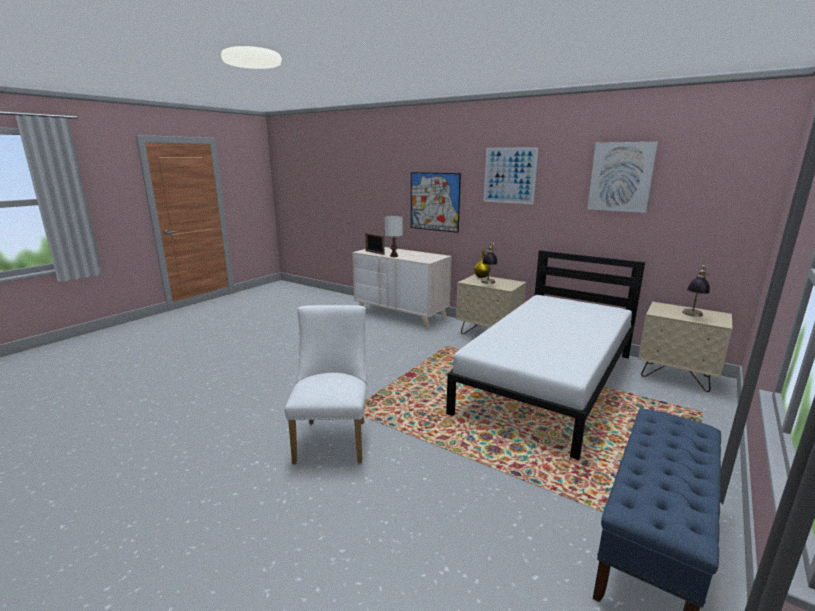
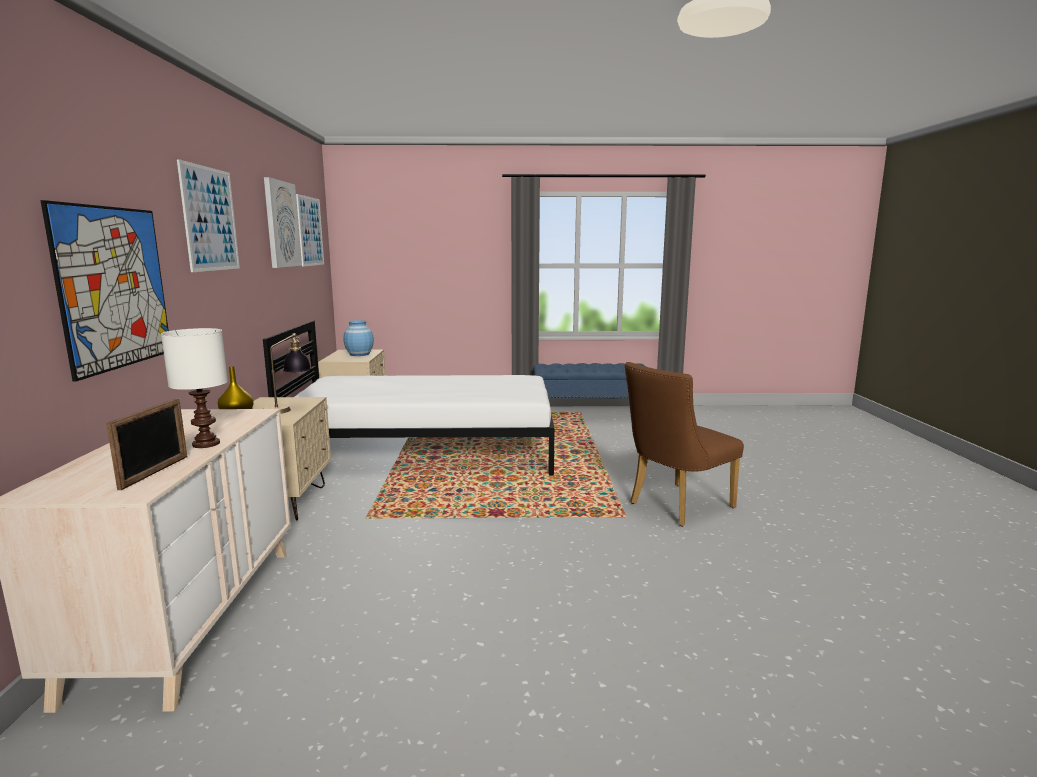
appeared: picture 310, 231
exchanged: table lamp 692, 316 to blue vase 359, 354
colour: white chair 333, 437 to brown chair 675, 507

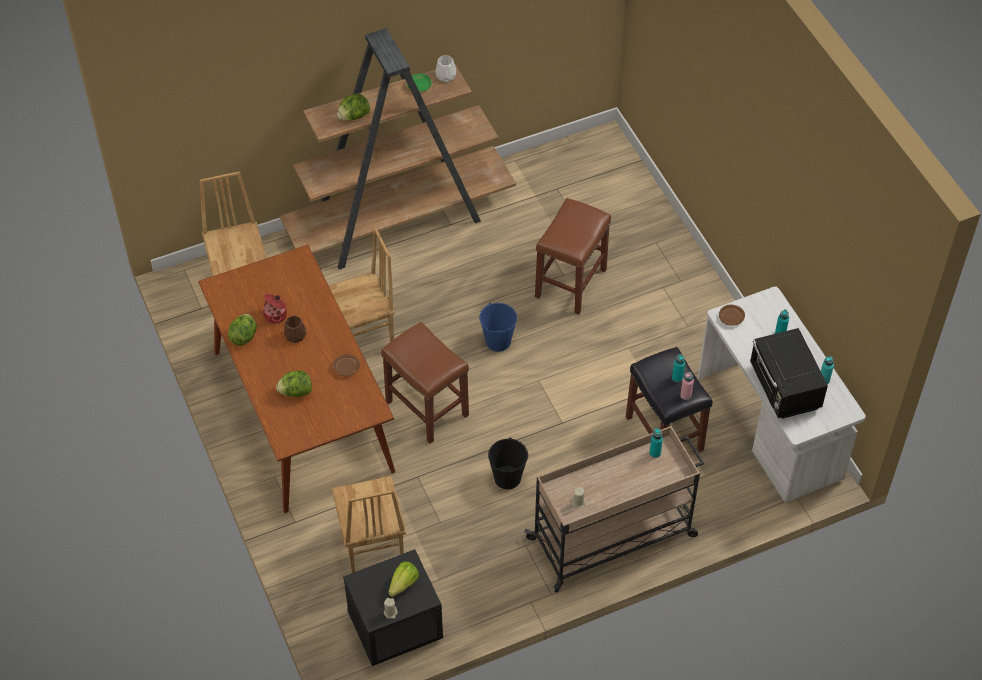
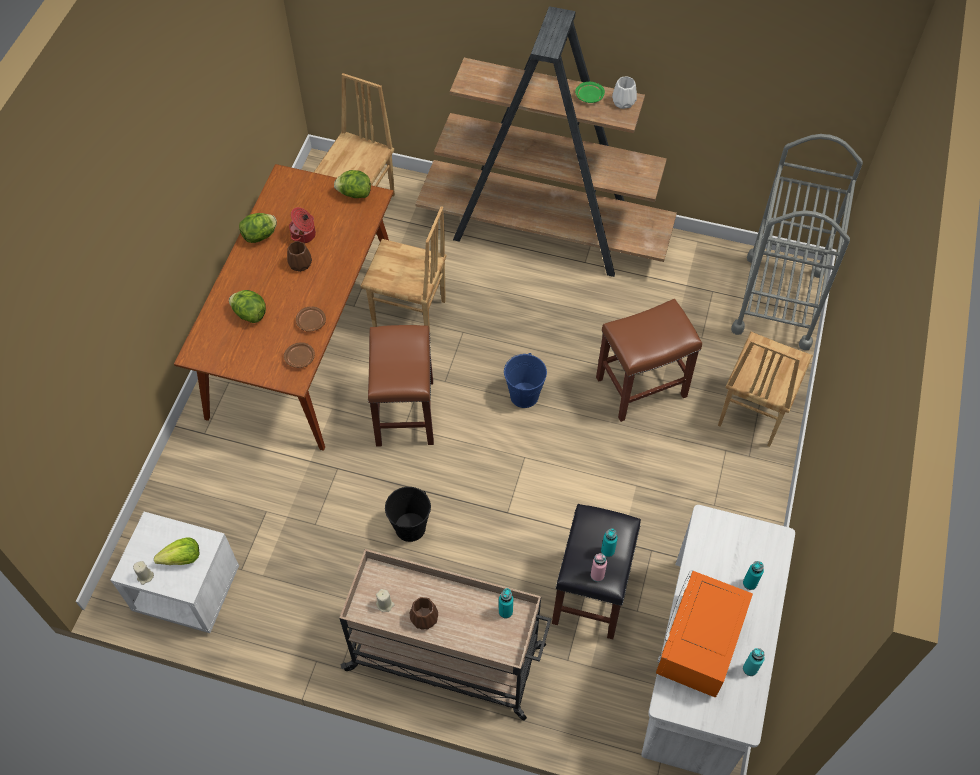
appeared: brown vase 423, 618; grey cart 778, 301
relocated: brown chair 371, 549 to 752, 412; lettuce 354, 116 to 354, 193; brown plate 731, 318 to 300, 358
colour: black nightstand 395, 627 to white nightstand 186, 590; black microwave 784, 389 to orange microwave 697, 646

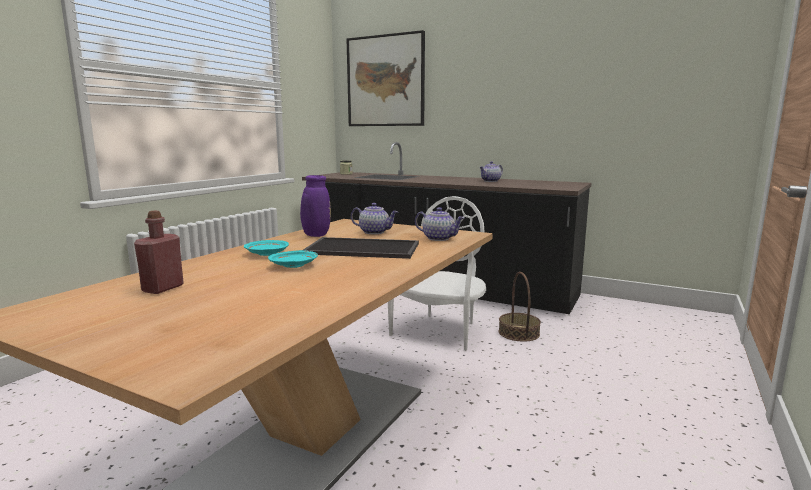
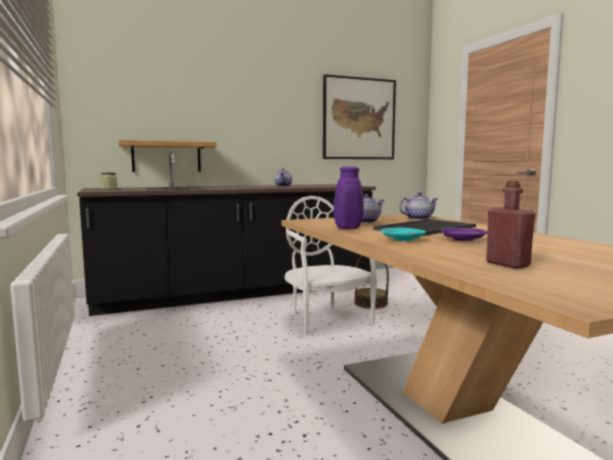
appeared: shelf 166, 157
relocated: picture 385, 81 to 359, 119
colour: turquoise plate 294, 265 to purple plate 463, 240

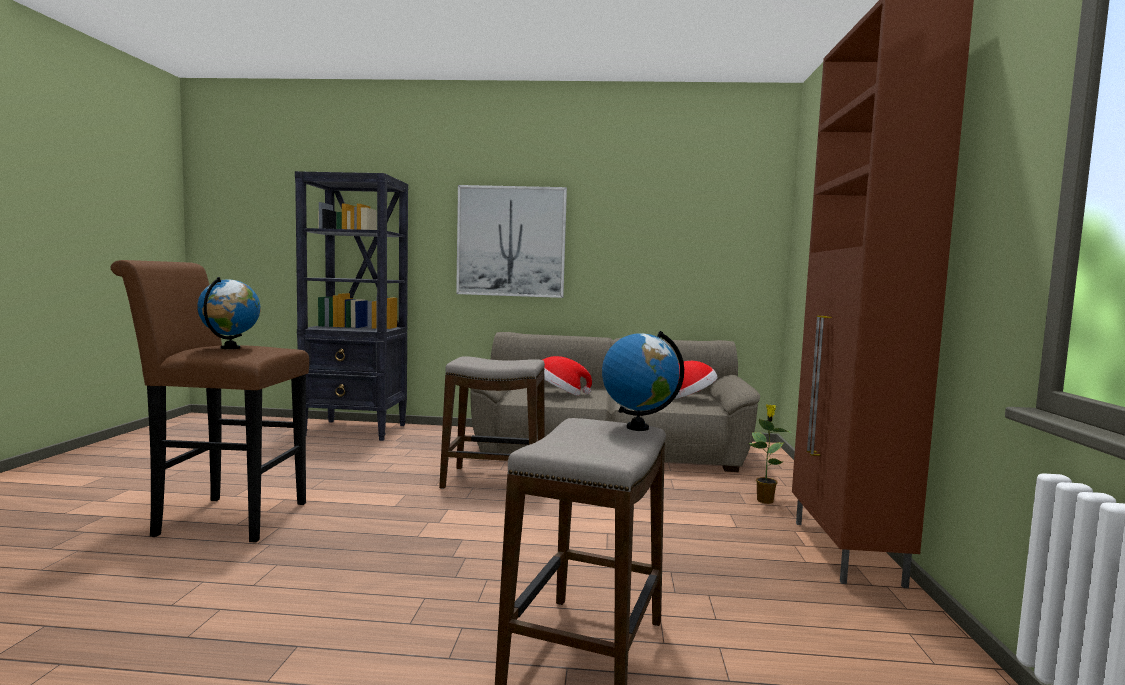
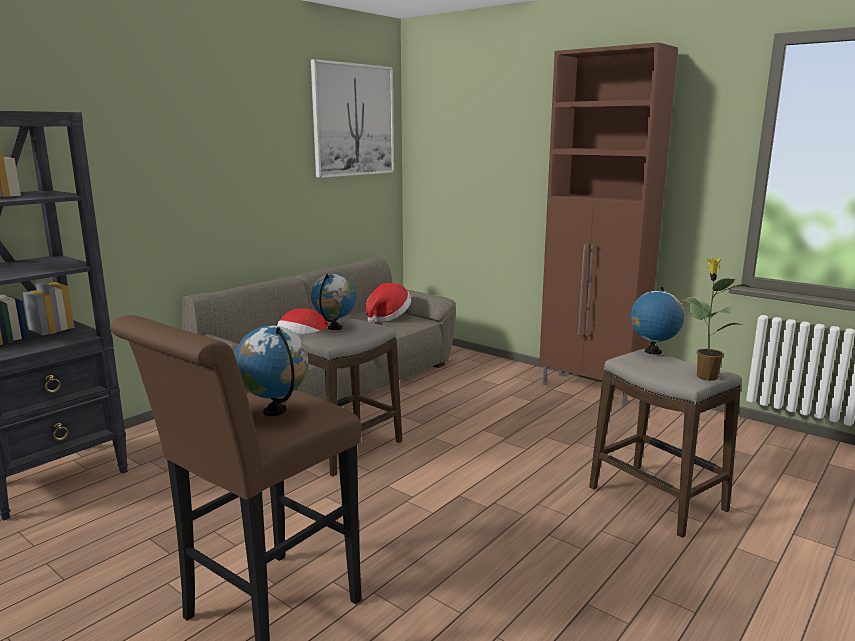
appeared: globe 335, 328
relocated: picture 511, 241 to 353, 120; potted plant 765, 500 to 705, 376

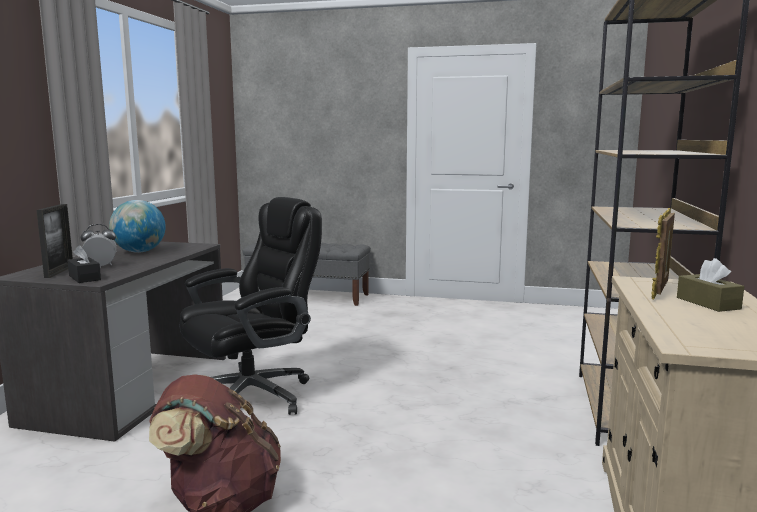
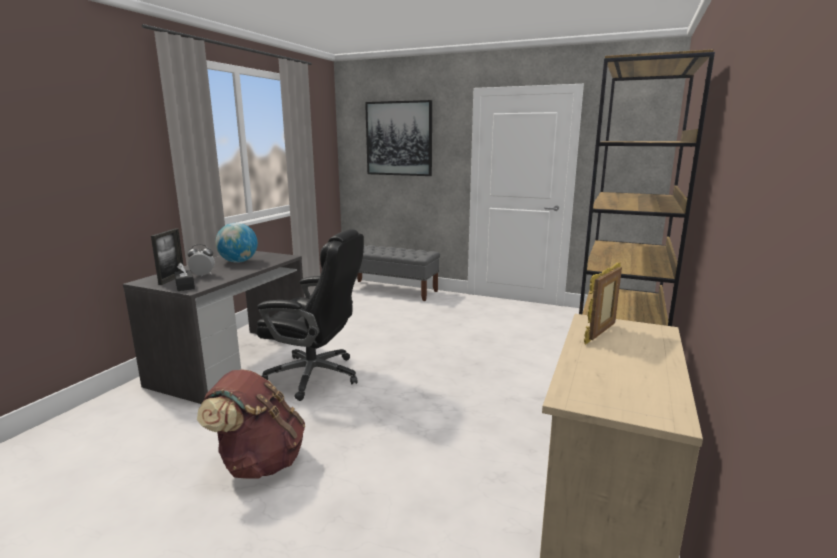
missing: brown tissue box 708, 303
appeared: picture 399, 138
spun: black office chair 253, 395 = 315, 376 45 degrees clockwise

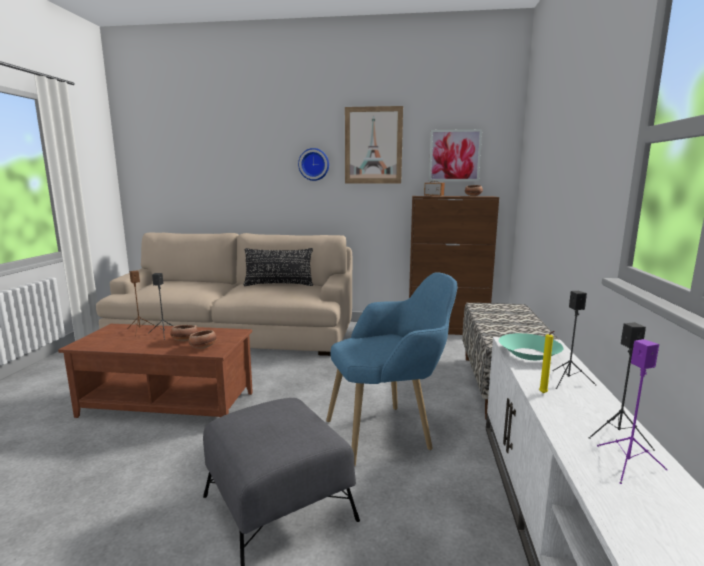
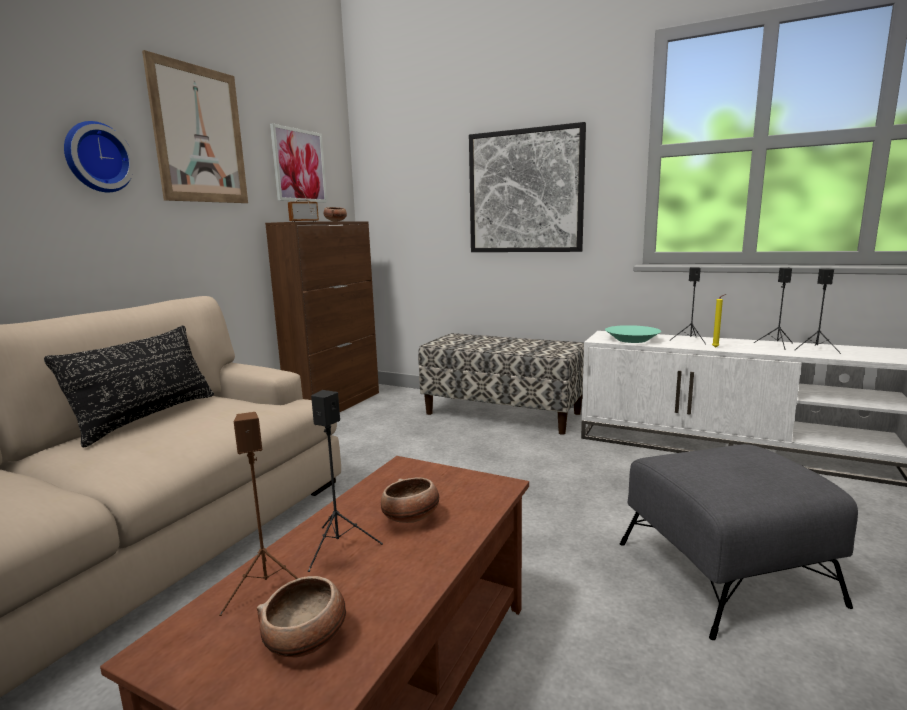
missing: blue armchair 390, 432
appeared: picture 525, 192
relocated: bowl 203, 347 to 307, 640
colour: purple speaker 628, 465 to black speaker 816, 349

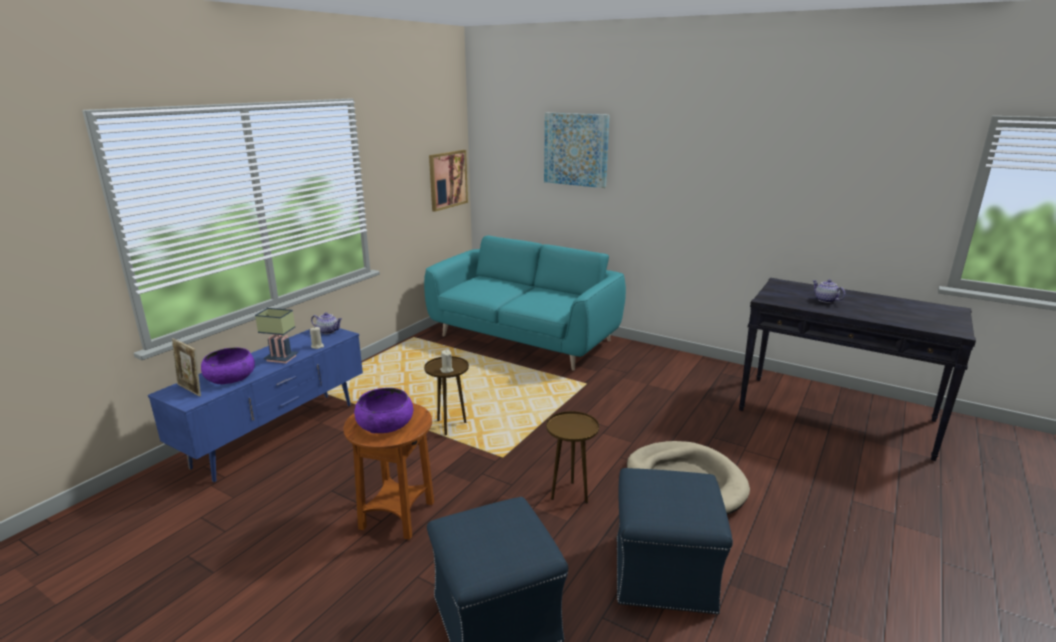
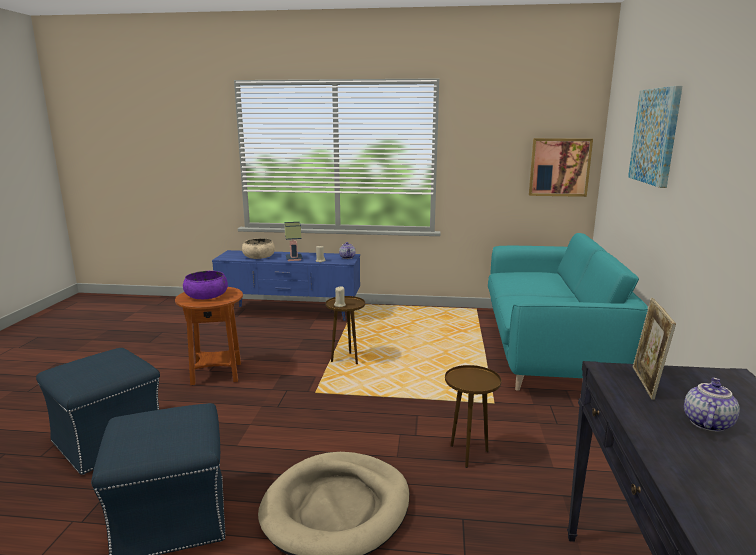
relocated: picture frame 191, 389 to 646, 383; brown side table 570, 494 to 468, 454
colour: purple bowl 230, 377 to beige bowl 259, 256

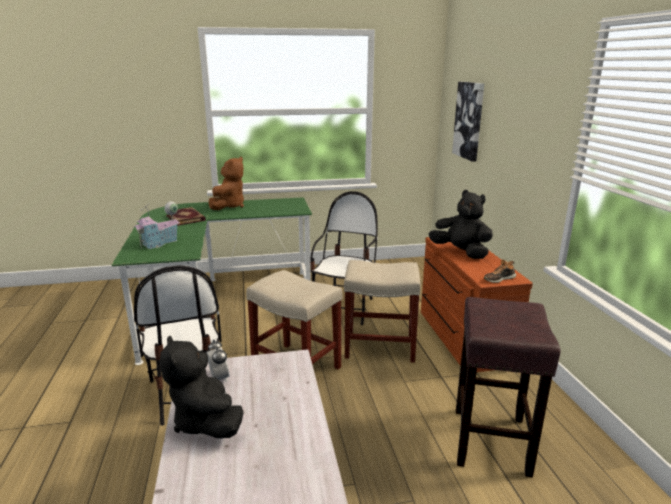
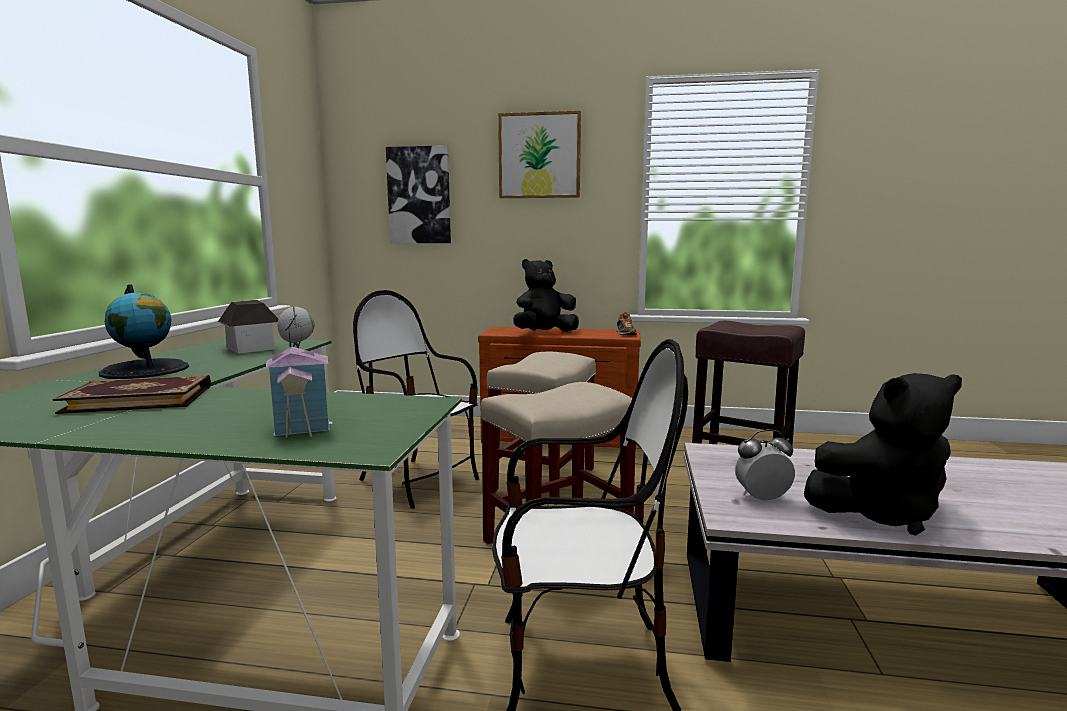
appeared: toy house 251, 348; picture 539, 156
exchanged: brown plush toy 229, 206 to globe 145, 370

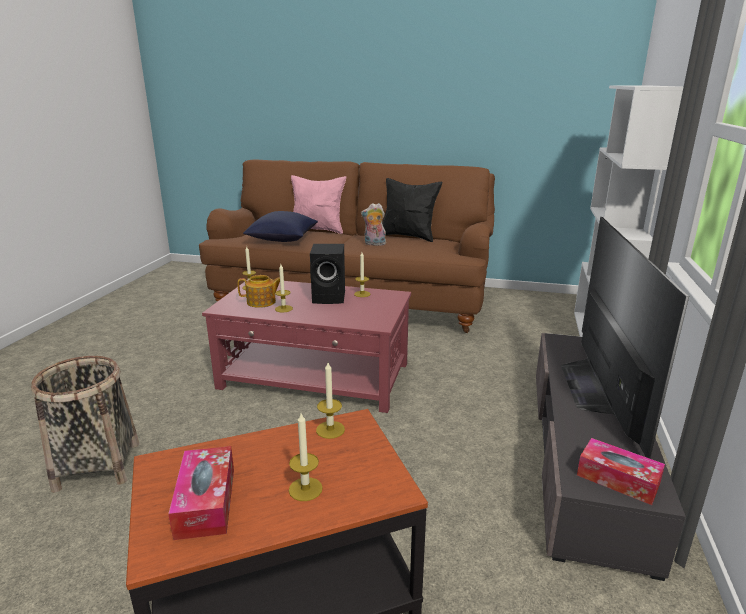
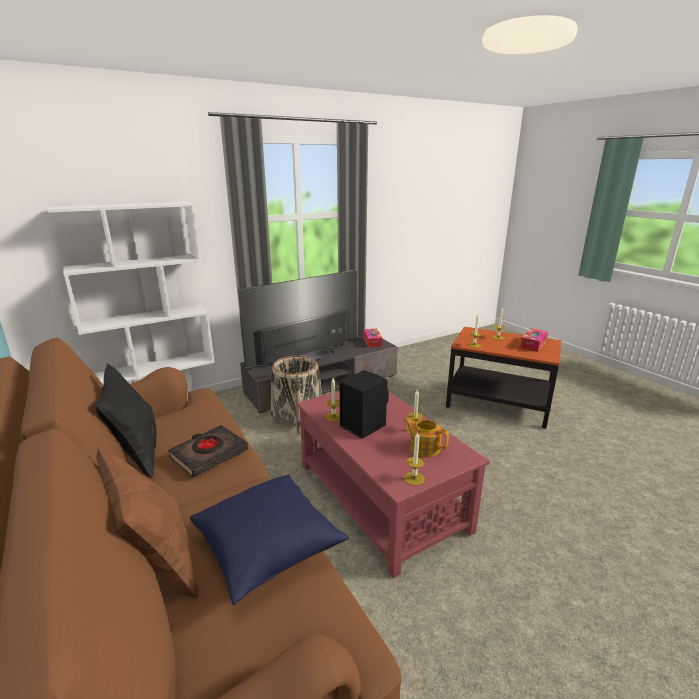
relocated: basket 98, 465 to 297, 420
exchanged: plush toy 374, 244 to black book 209, 454
colour: pink pillow 317, 230 to brown pillow 157, 565

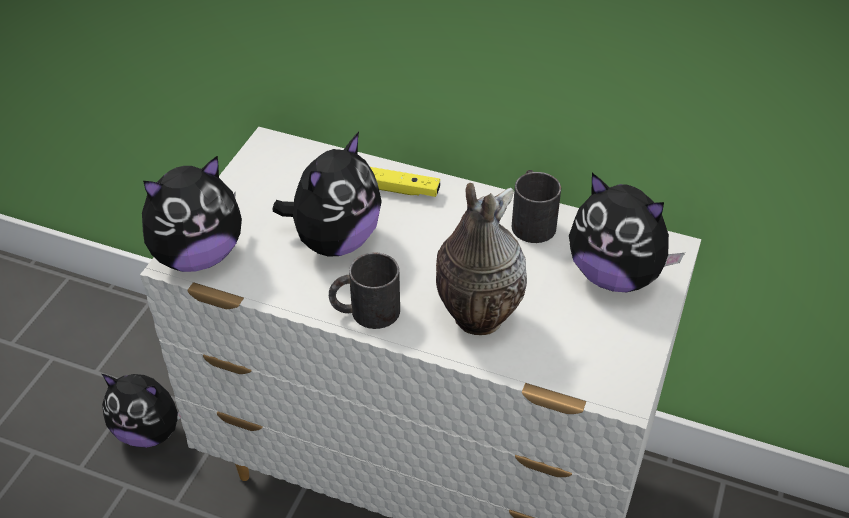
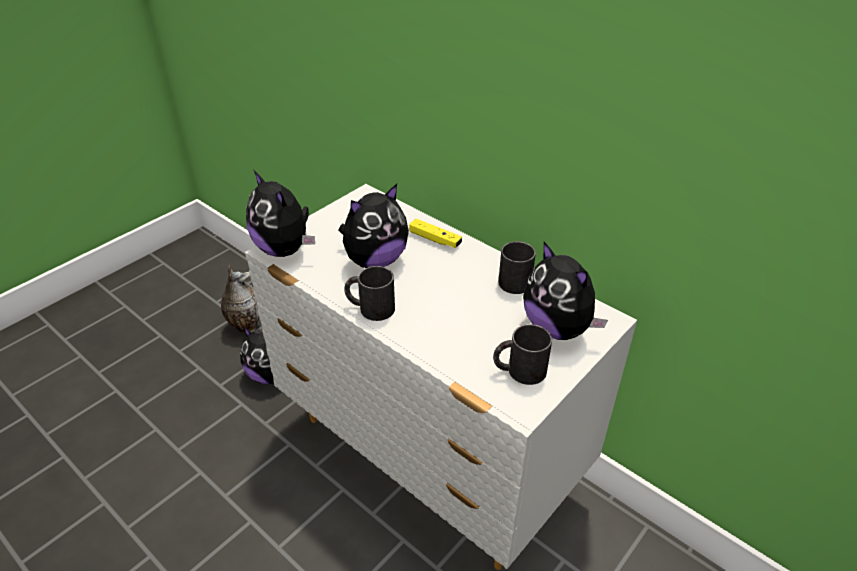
appeared: black mug 519, 370
relocated: vase 475, 319 to 245, 326
spun: plush toy 198, 255 = 285, 249 60 degrees clockwise

